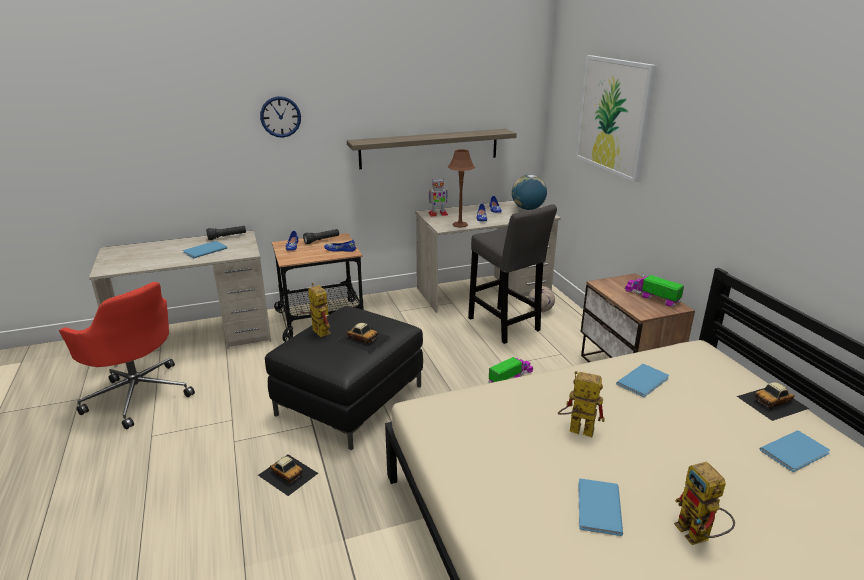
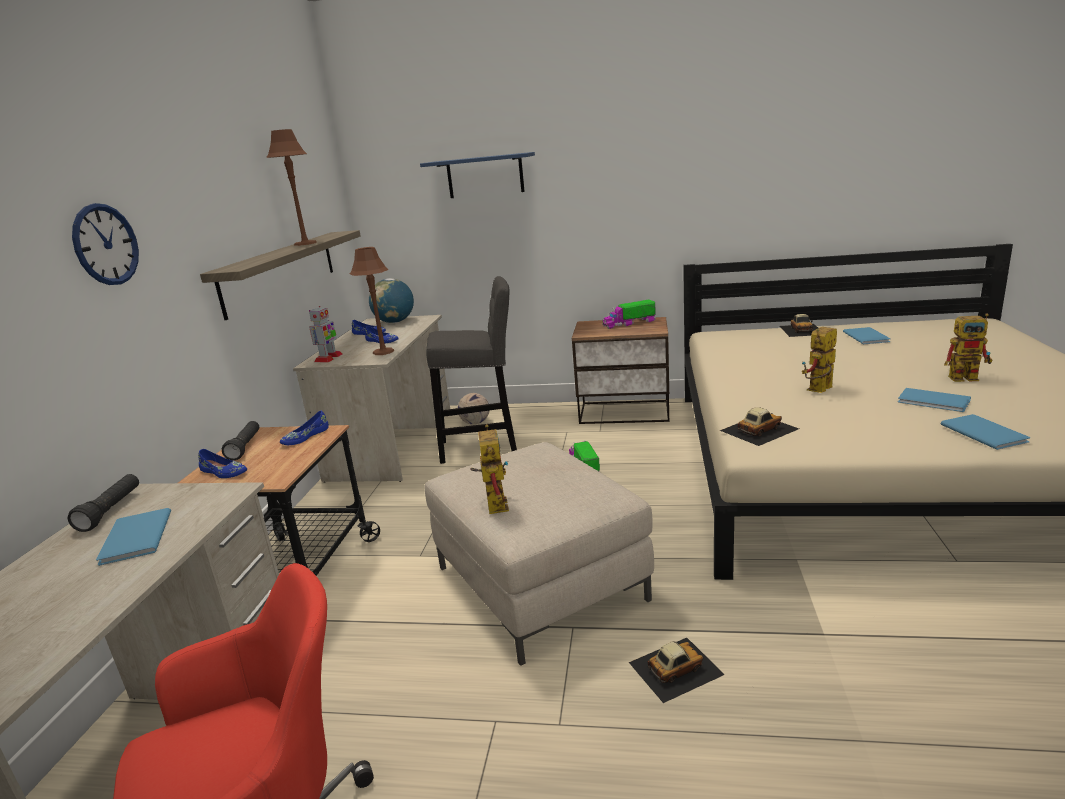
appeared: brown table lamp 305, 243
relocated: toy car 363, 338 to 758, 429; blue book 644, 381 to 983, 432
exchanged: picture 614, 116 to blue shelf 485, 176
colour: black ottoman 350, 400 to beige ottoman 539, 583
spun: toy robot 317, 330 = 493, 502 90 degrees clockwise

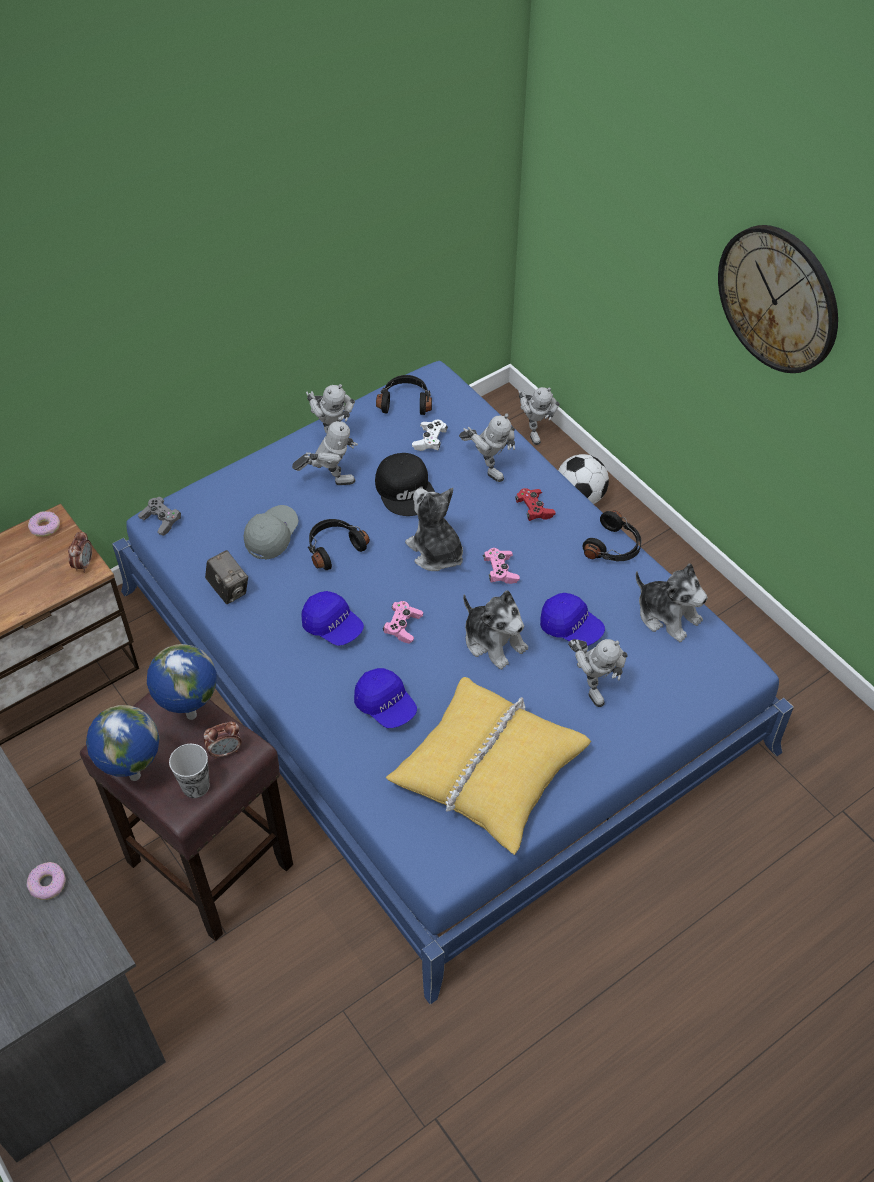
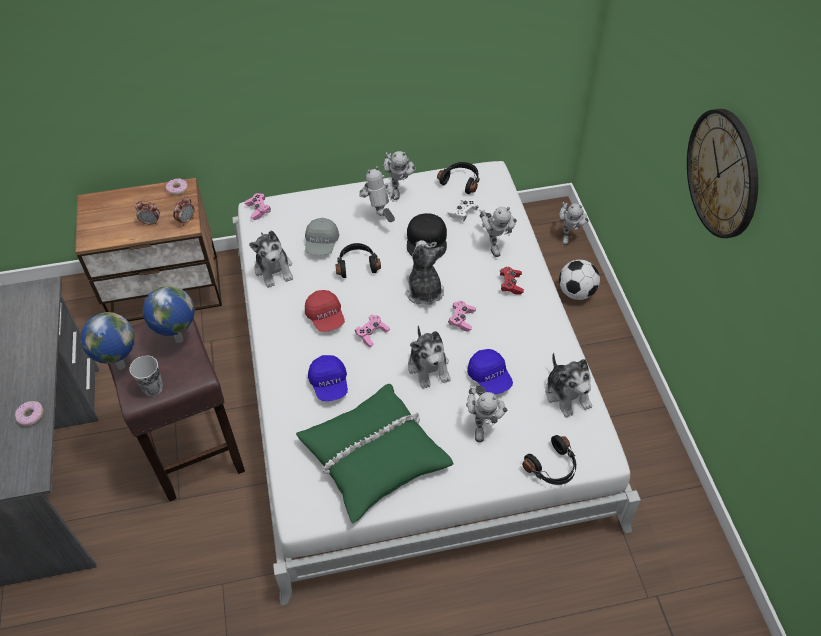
relocated: alarm clock 225, 751 to 151, 222; black headphones 614, 547 to 552, 467
exchanged: photo camera 229, 590 to plush toy 274, 269
colour: blue bed 437, 669 to white bed 411, 376; grey game controller 161, 520 to pink game controller 258, 210; blue cap 333, 626 to red cap 325, 317; yellow pillow 488, 770 to green pillow 373, 456
spun: grey cap 272, 537 = 321, 244 135 degrees clockwise; toy robot 329, 479 = 380, 218 135 degrees counterclockwise

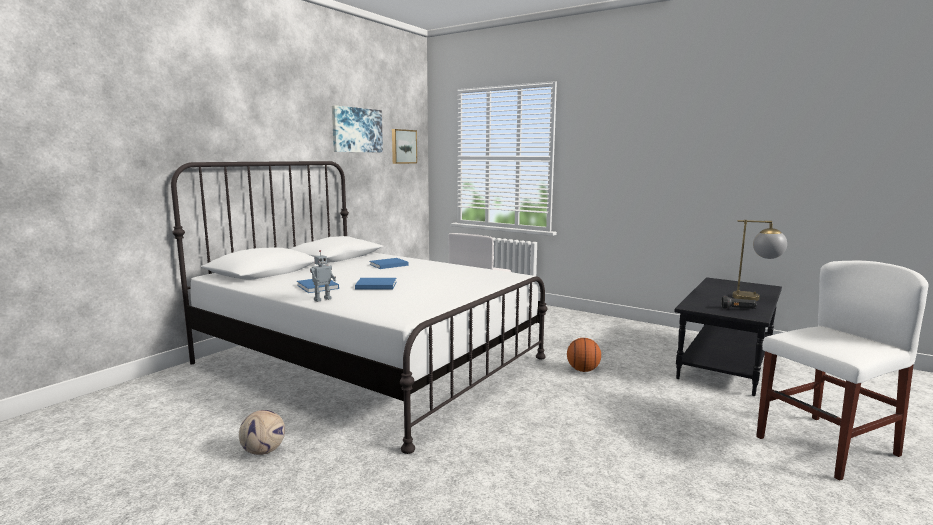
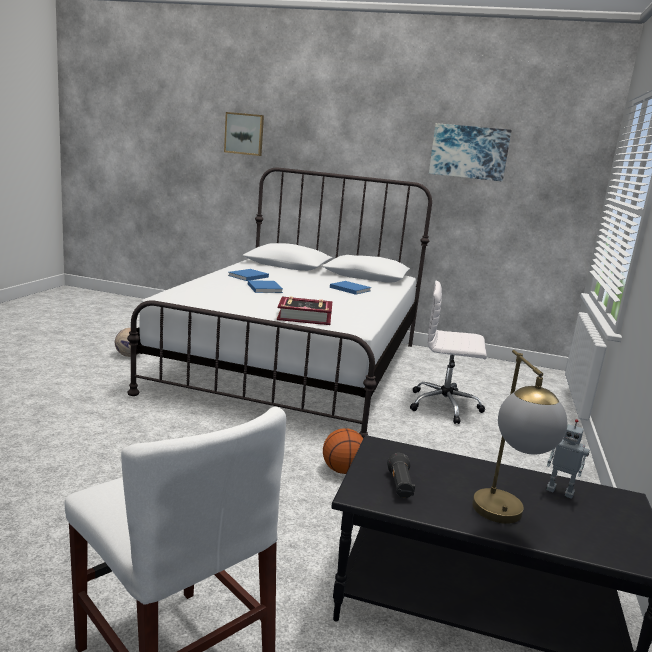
appeared: book 304, 317
relocated: toy robot 322, 299 to 560, 491; picture 403, 146 to 244, 134

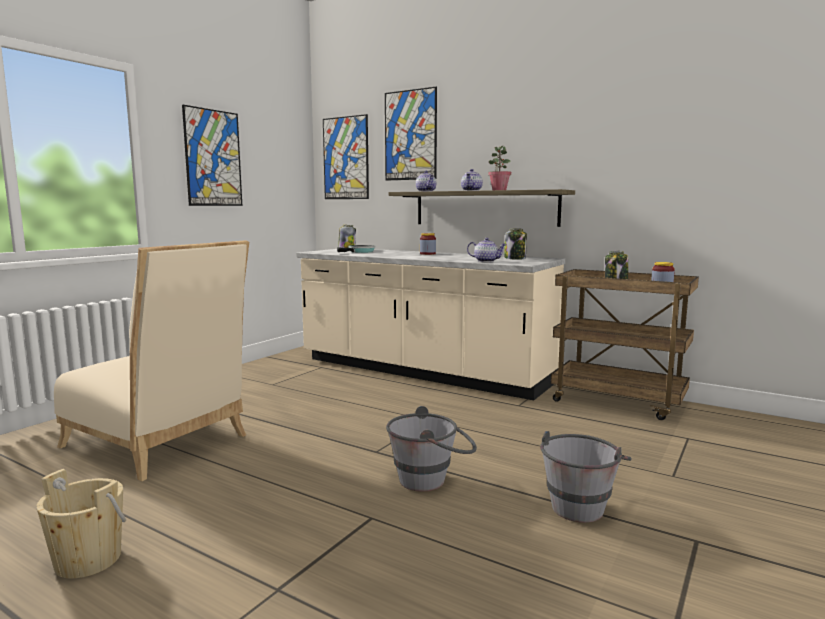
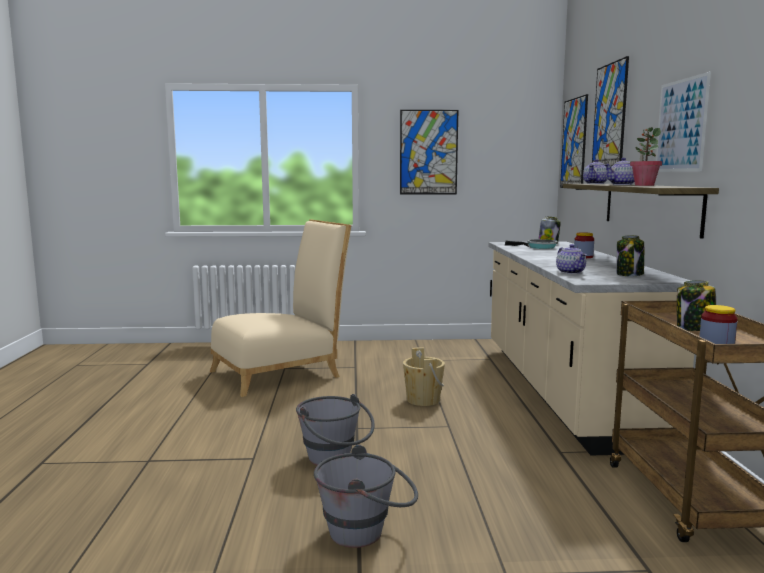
appeared: picture 681, 125
relocated: beige bucket 88, 560 to 423, 400
spun: beige chair 161, 443 = 282, 372 120 degrees counterclockwise

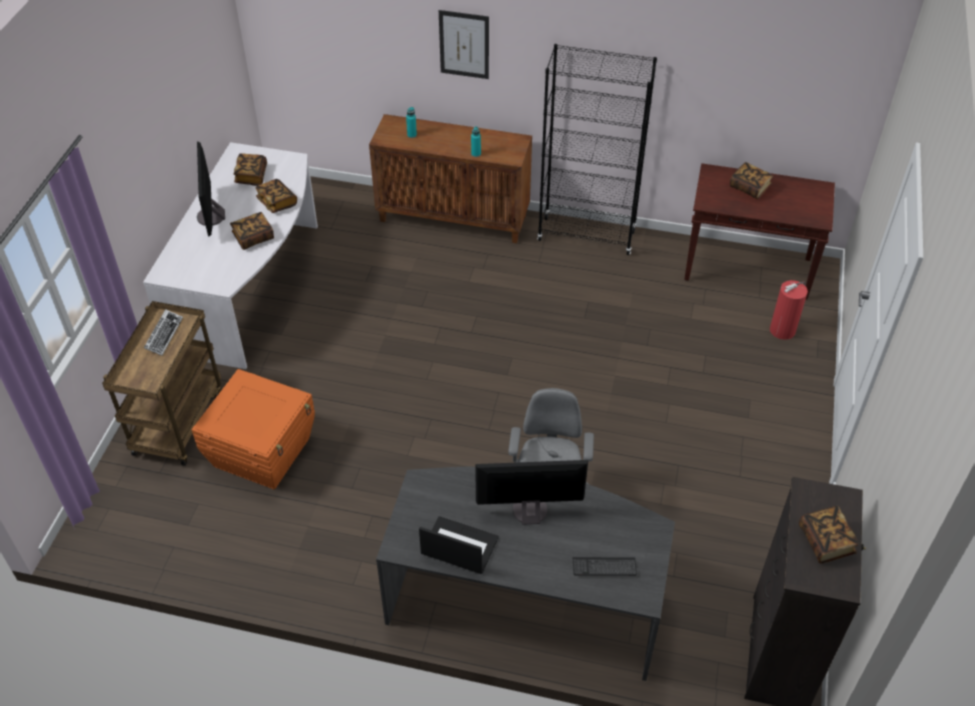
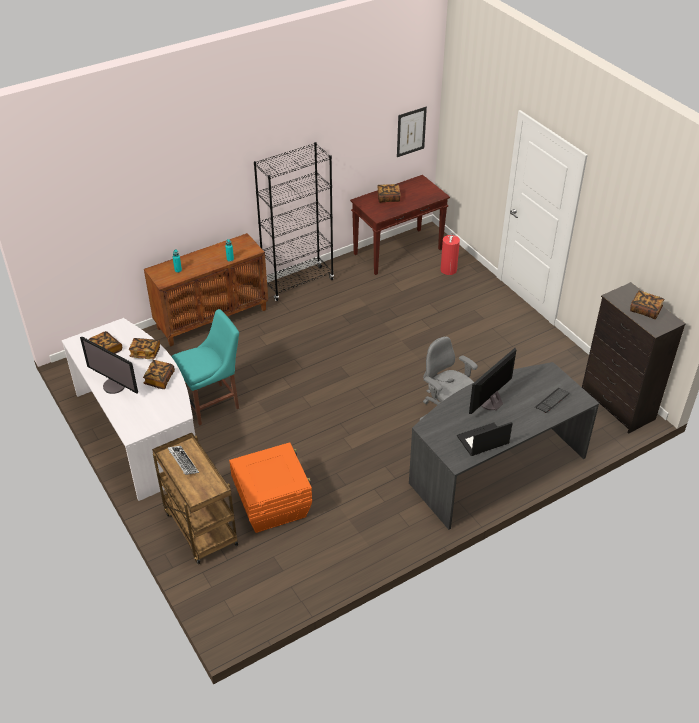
appeared: turquoise chair 213, 403
relocated: picture 464, 44 to 411, 132

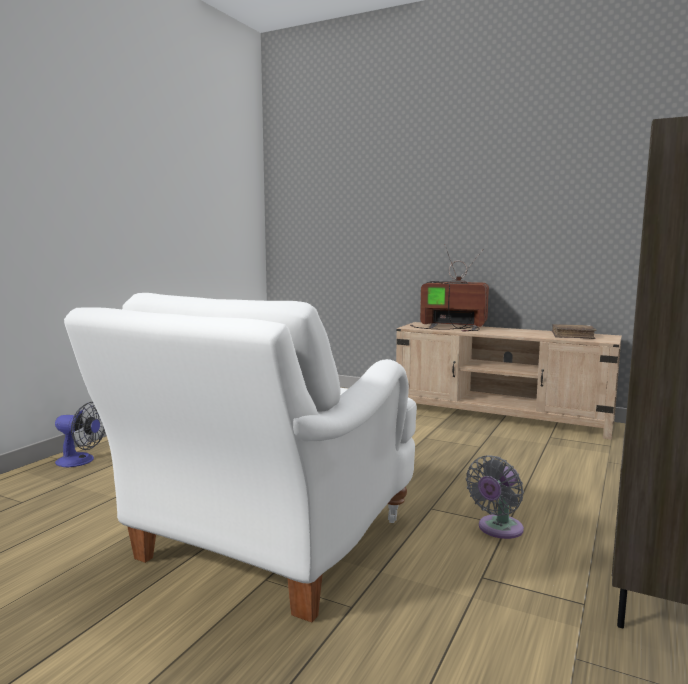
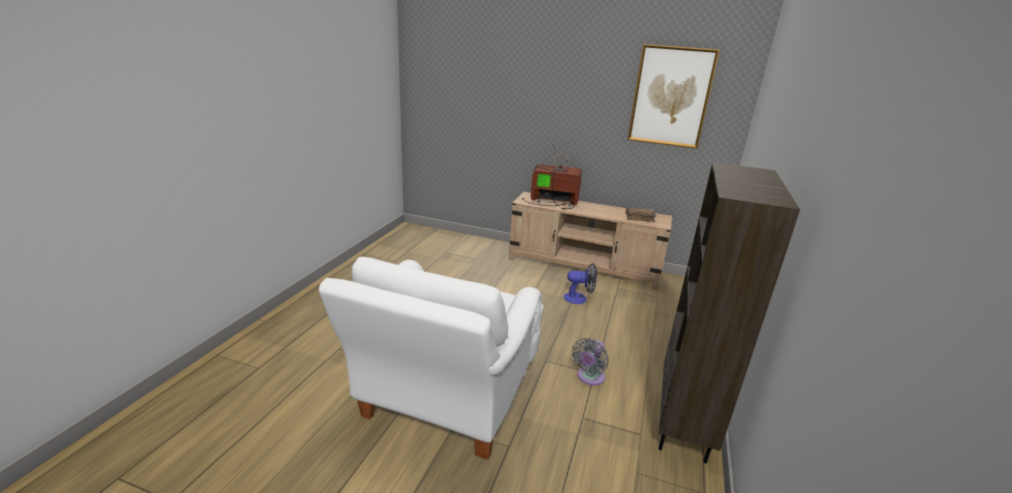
appeared: picture 670, 97
relocated: fan 81, 461 to 579, 299

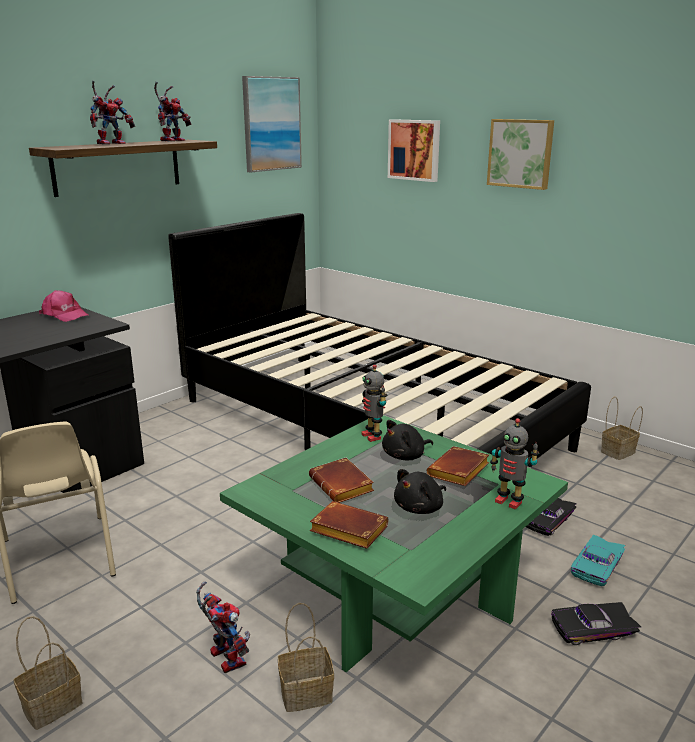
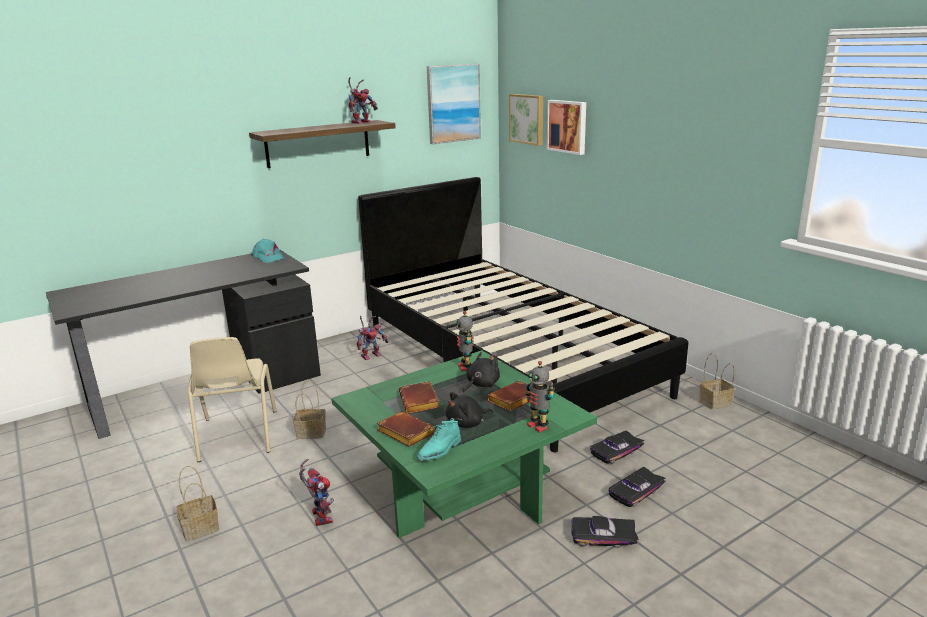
appeared: turquoise shoe 439, 451
relocated: toy robot 112, 143 to 372, 355; basket 304, 694 to 310, 433; picture 521, 153 to 527, 119
colour: pink cap 64, 315 to turquoise cap 268, 257; turquoise toy car 599, 567 to black toy car 638, 493
spun: black plush toy 405, 456 = 481, 385 150 degrees clockwise

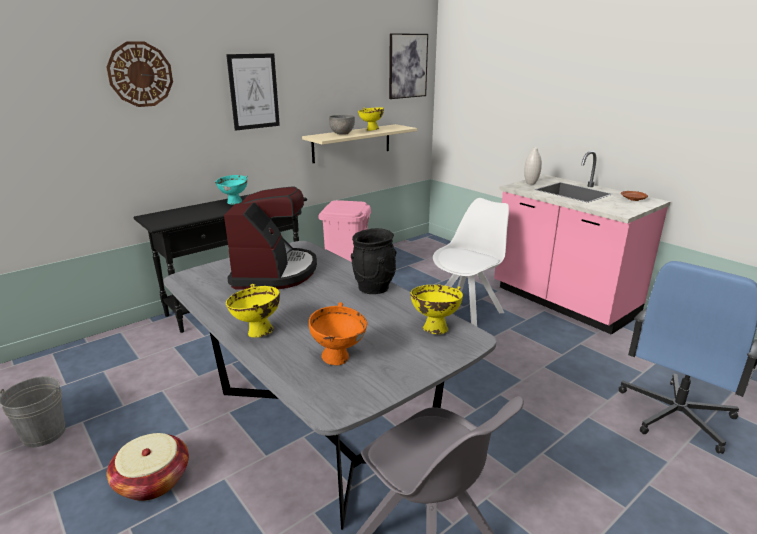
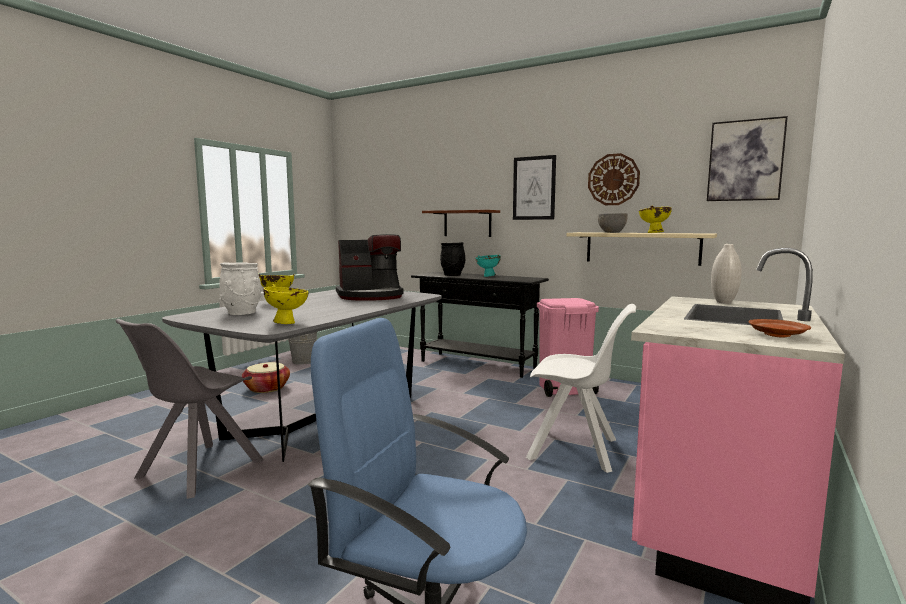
appeared: brown shelf 467, 223
relocated: wall clock 140, 74 to 613, 179; black vase 374, 288 to 453, 275
exchanged: orange bowl 339, 358 to white vase 242, 313

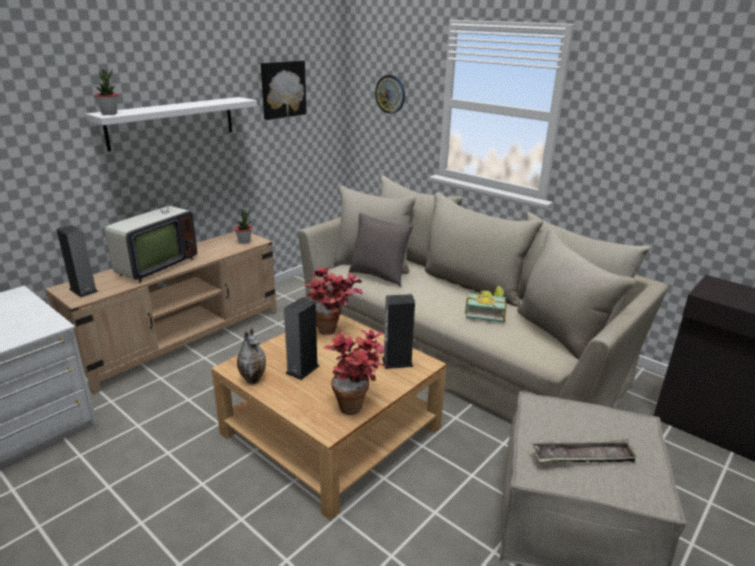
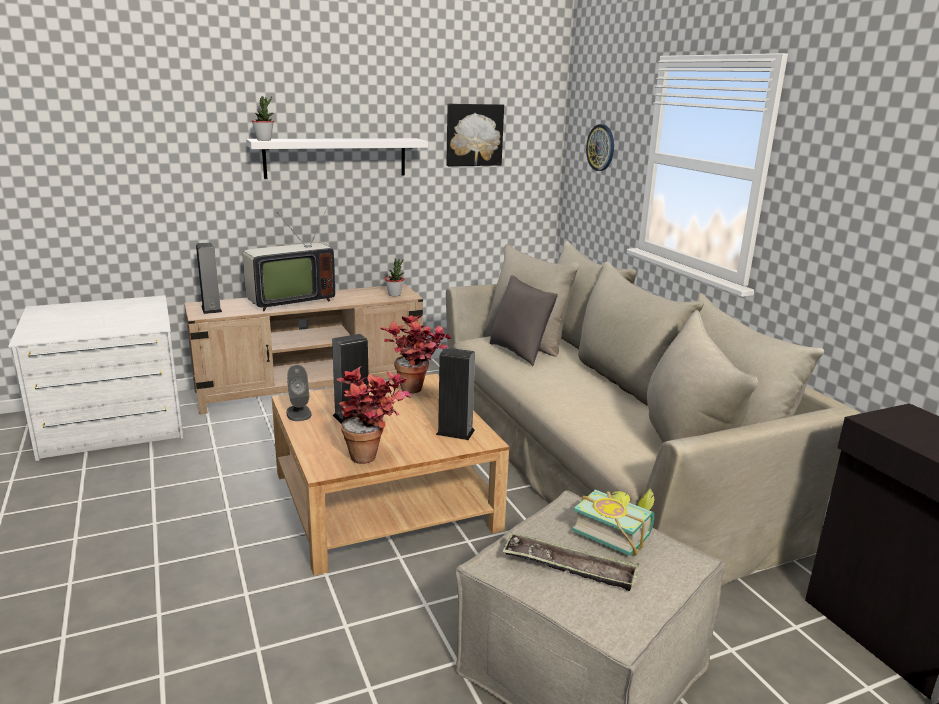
relocated: book 485, 313 to 615, 532
exchanged: vase 253, 379 to grey speaker 298, 413

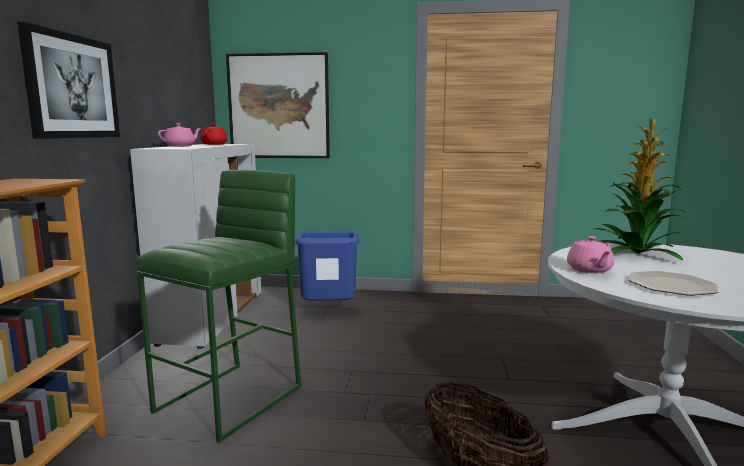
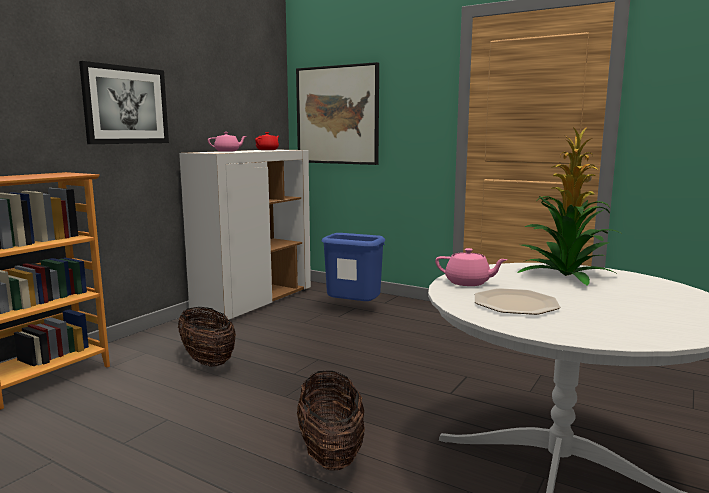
exchanged: green stool 231, 398 to basket 208, 361
spun: pink teapot 589, 270 = 468, 283 90 degrees counterclockwise

